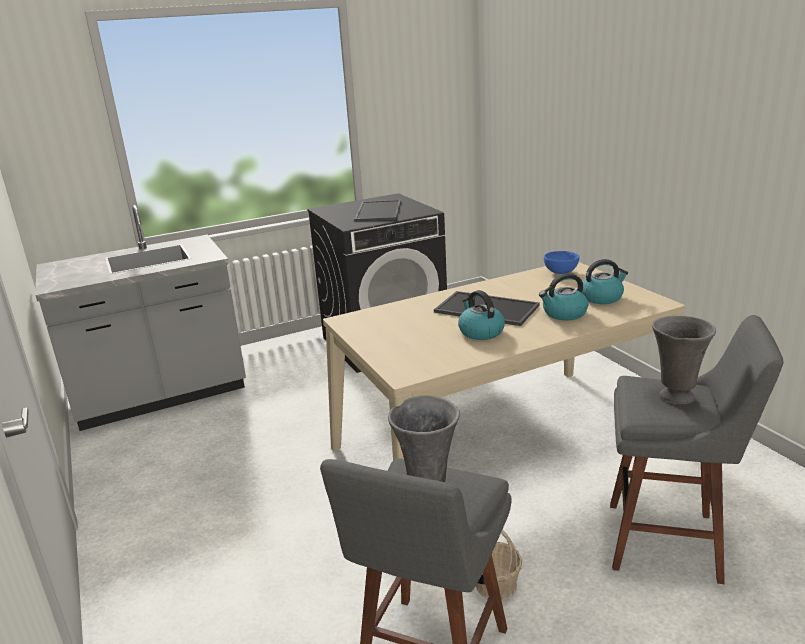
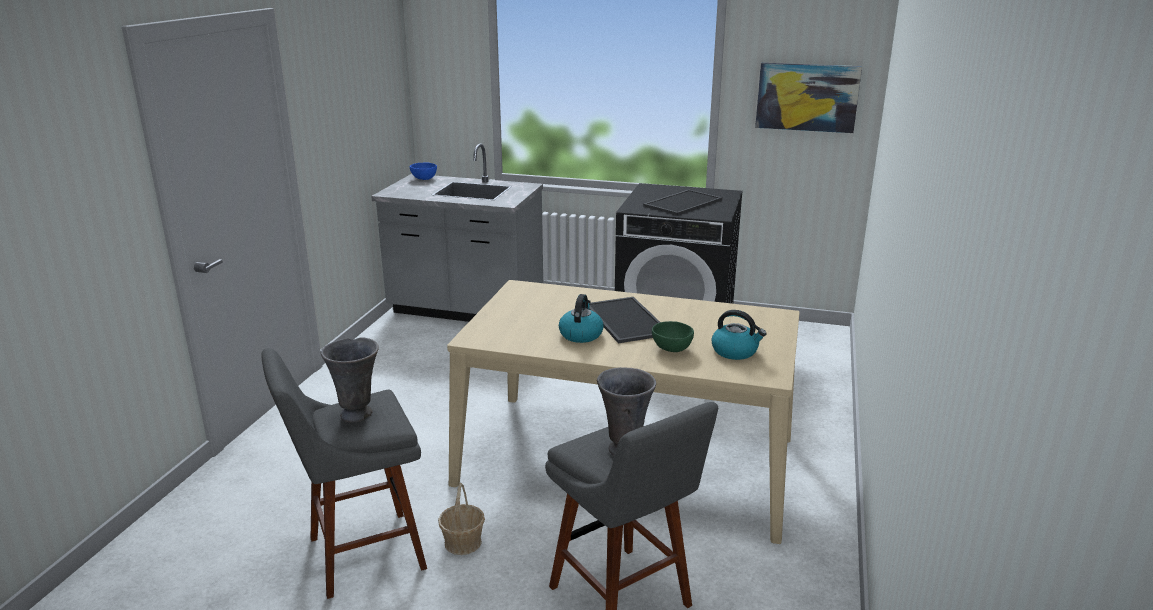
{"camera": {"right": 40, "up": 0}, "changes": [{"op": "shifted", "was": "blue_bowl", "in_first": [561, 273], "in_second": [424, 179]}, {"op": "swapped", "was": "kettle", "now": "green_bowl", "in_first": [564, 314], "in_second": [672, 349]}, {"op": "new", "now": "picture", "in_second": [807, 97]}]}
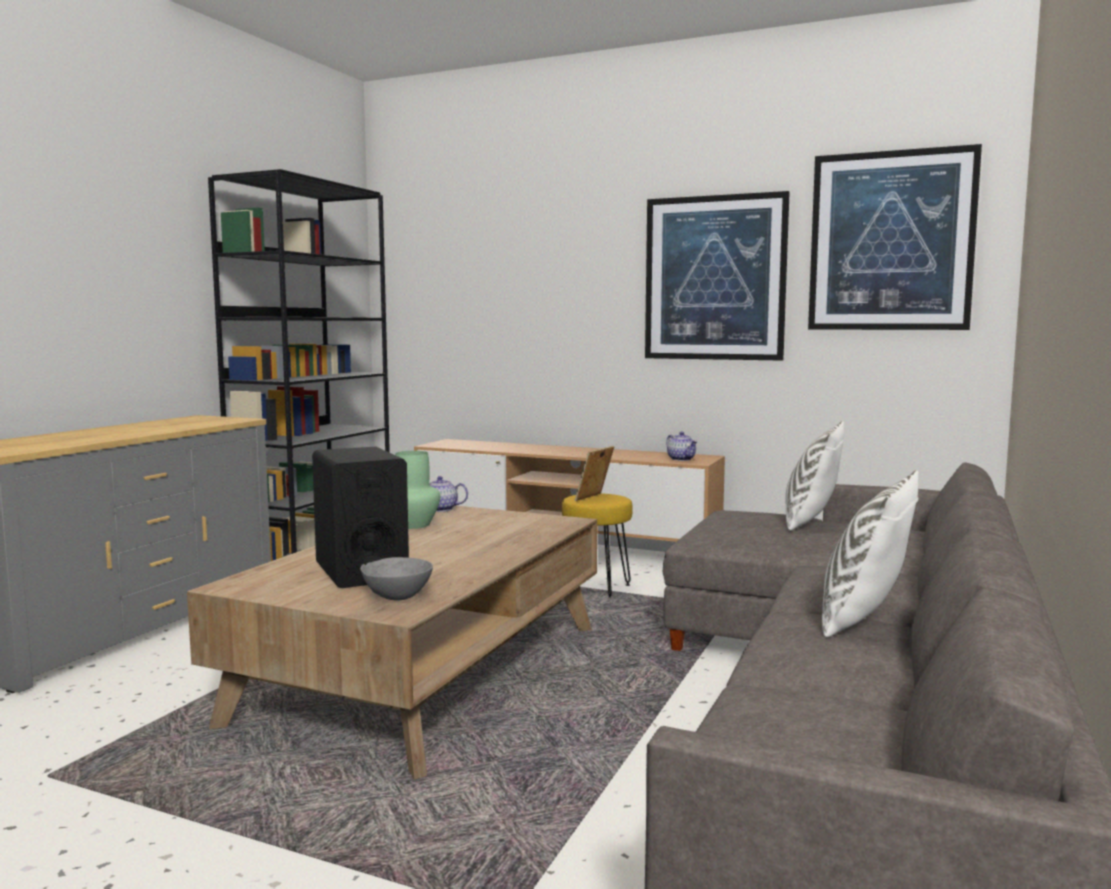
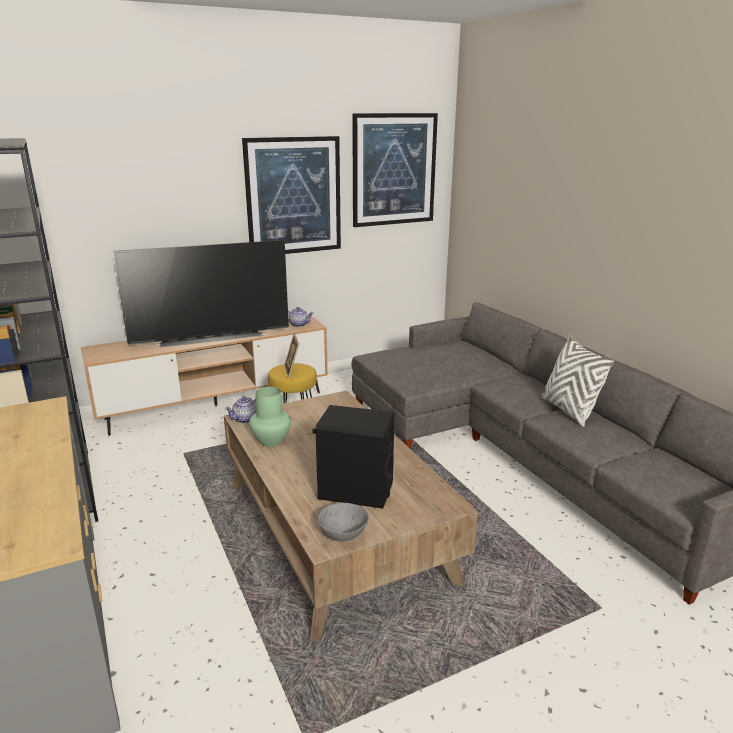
{"camera": {"right": -50, "up": 15}, "changes": [{"op": "new", "now": "television", "in_second": [211, 337]}, {"op": "shifted", "was": "grey_bowl", "in_first": [398, 597], "in_second": [343, 535]}, {"op": "gone", "was": "white_pillow", "in_first": [811, 522]}]}
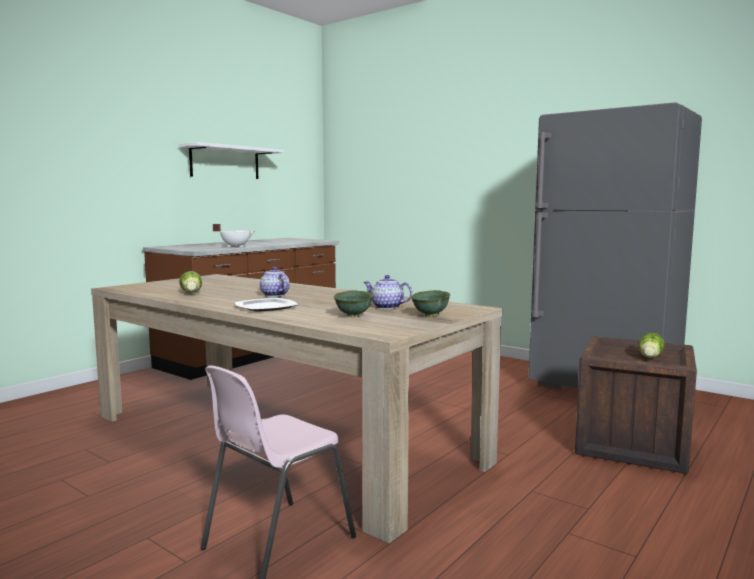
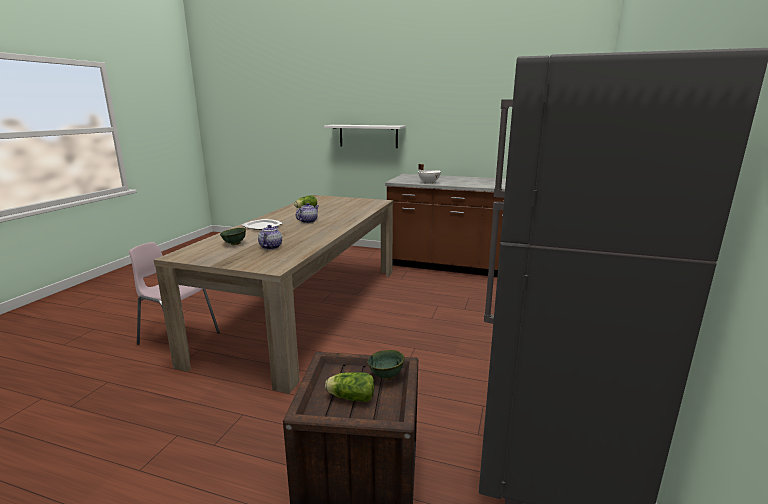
{"camera": {"right": 70, "up": 10}, "changes": [{"op": "shifted", "was": "white_shelf", "in_first": [225, 162], "in_second": [368, 136]}, {"op": "shifted", "was": "green_bowl", "in_first": [431, 315], "in_second": [386, 377]}]}
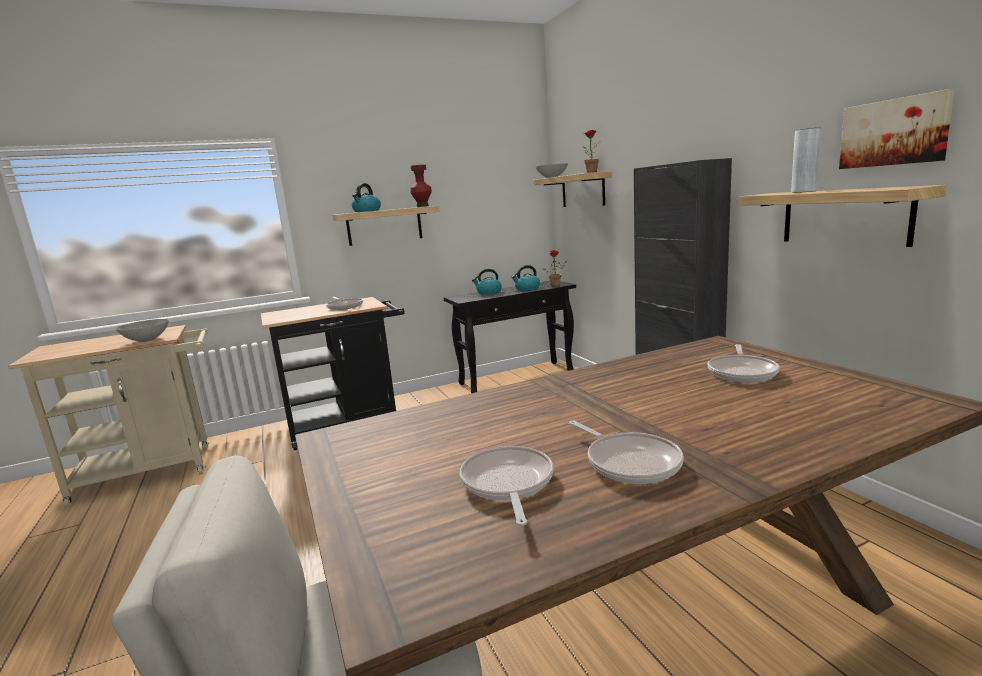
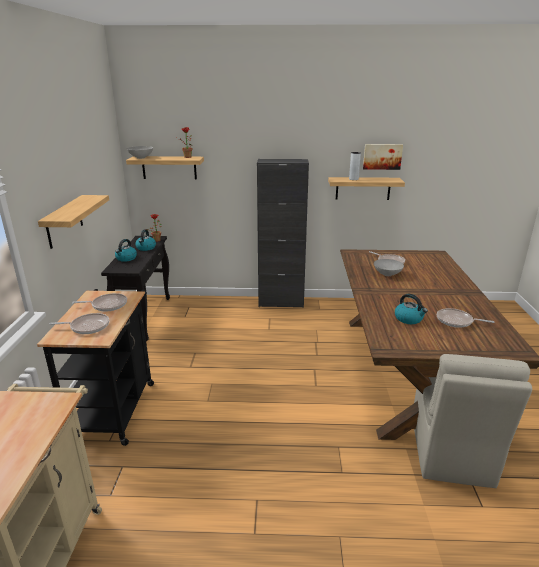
{"camera": {"right": -65, "up": 10}, "changes": [{"op": "shifted", "was": "frying_pan", "in_first": [629, 462], "in_second": [87, 326]}, {"op": "shifted", "was": "grey_bowl", "in_first": [147, 340], "in_second": [386, 274]}, {"op": "shifted", "was": "kettle", "in_first": [366, 211], "in_second": [409, 319]}, {"op": "gone", "was": "red_vase", "in_first": [422, 206]}]}
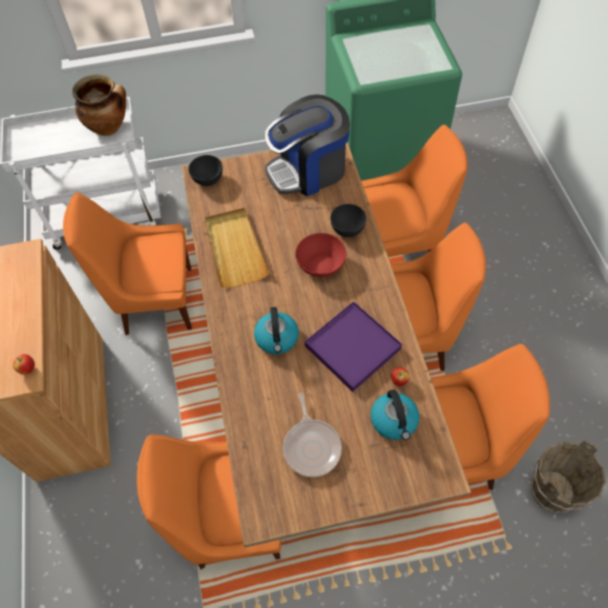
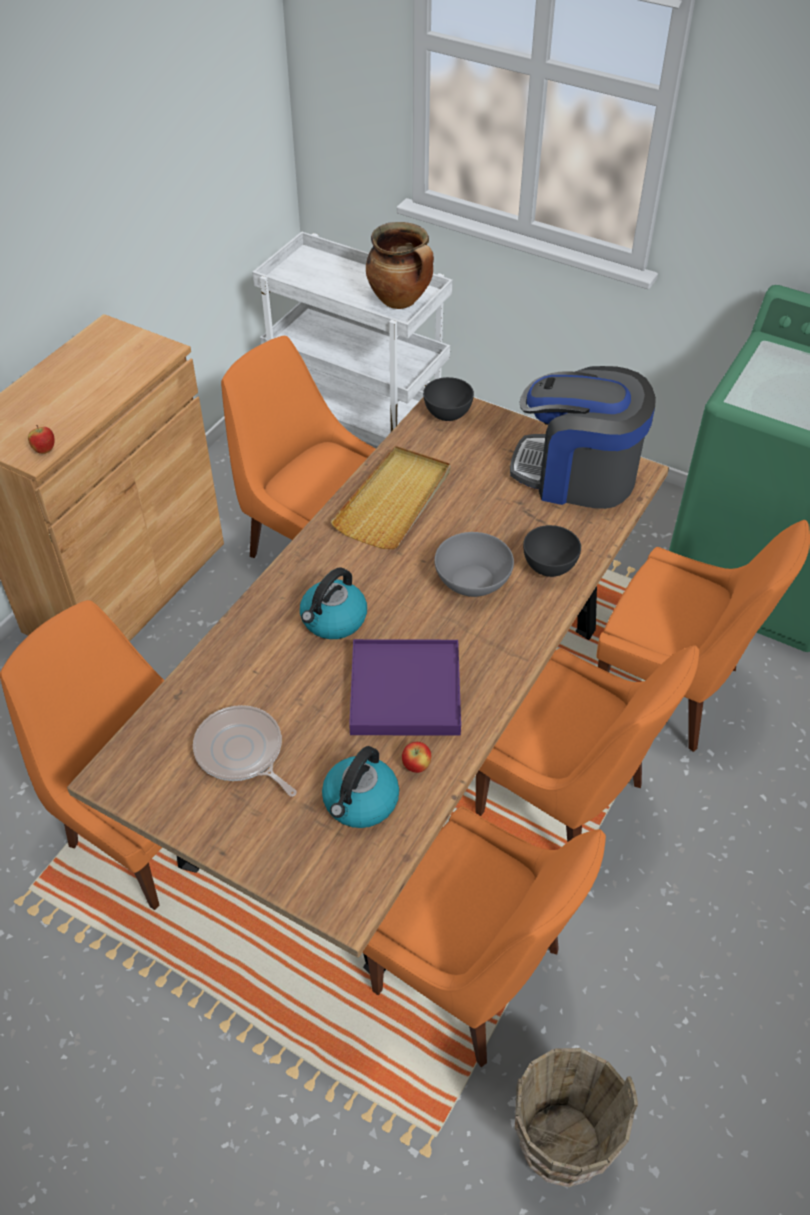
{"camera": {"right": 40, "up": -10}, "changes": [{"op": "rotated", "was": "frying_pan", "in_first": [312, 446], "in_second": [242, 752], "clockwise": 105}, {"op": "repainted", "was": "red_bowl", "now": "grey_bowl", "in_first": [320, 264], "in_second": [472, 581]}]}
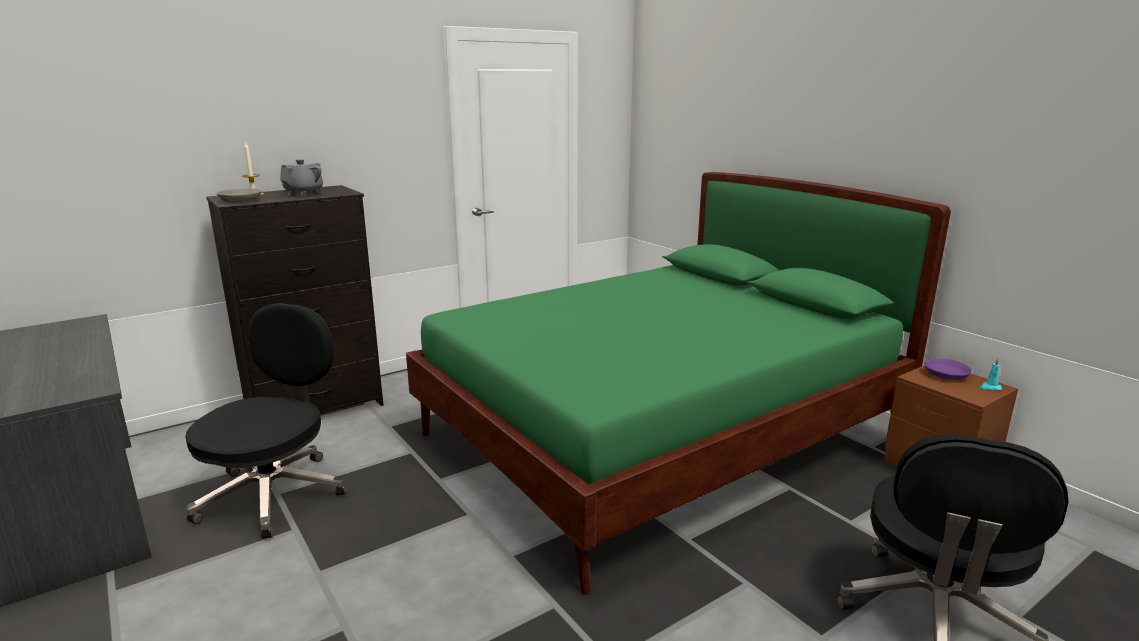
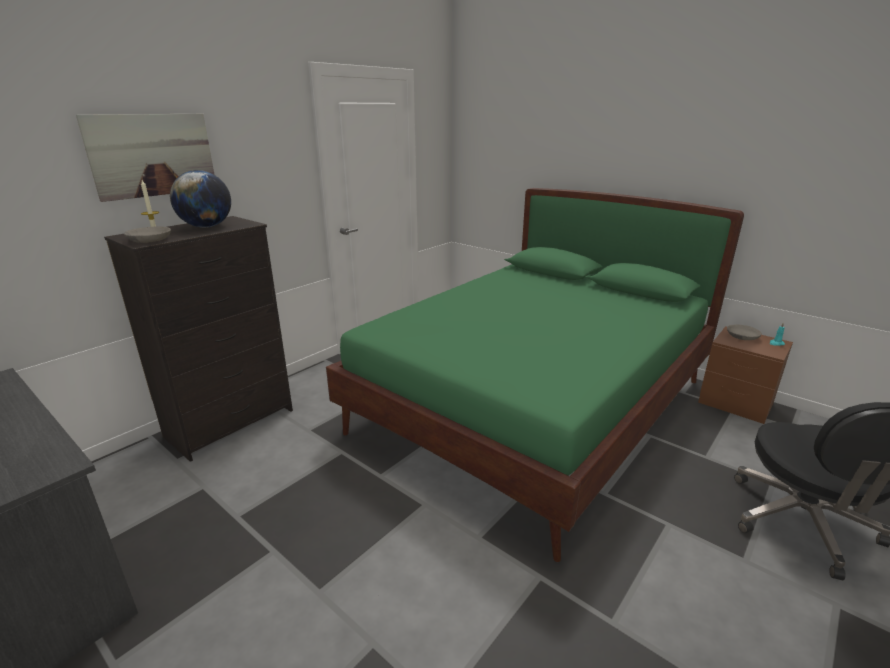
{"camera": {"right": -15, "up": 5}, "changes": [{"op": "new", "now": "picture", "in_second": [153, 155]}, {"op": "swapped", "was": "grey_teapot", "now": "globe", "in_first": [304, 193], "in_second": [206, 227]}, {"op": "repainted", "was": "purple_bowl", "now": "grey_bowl", "in_first": [945, 375], "in_second": [741, 336]}, {"op": "gone", "was": "black_office_chair", "in_first": [275, 493]}]}
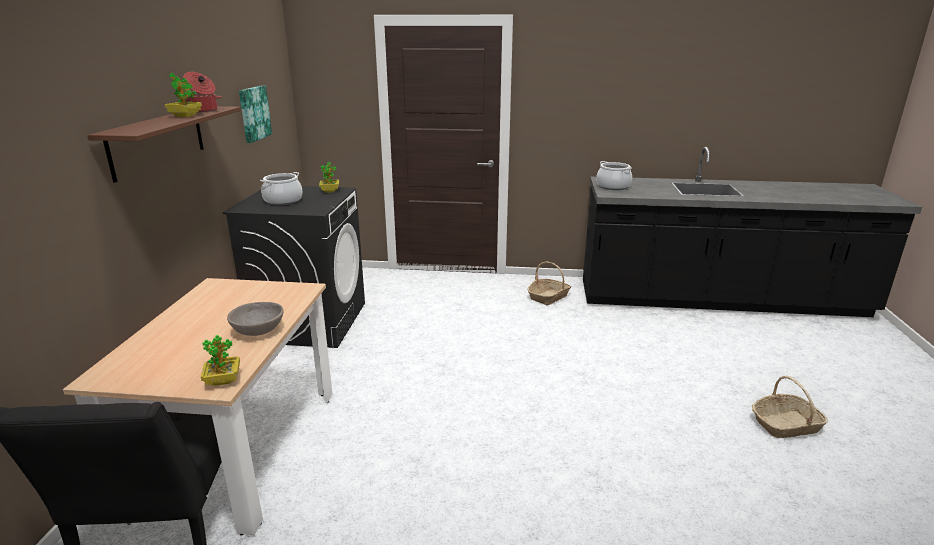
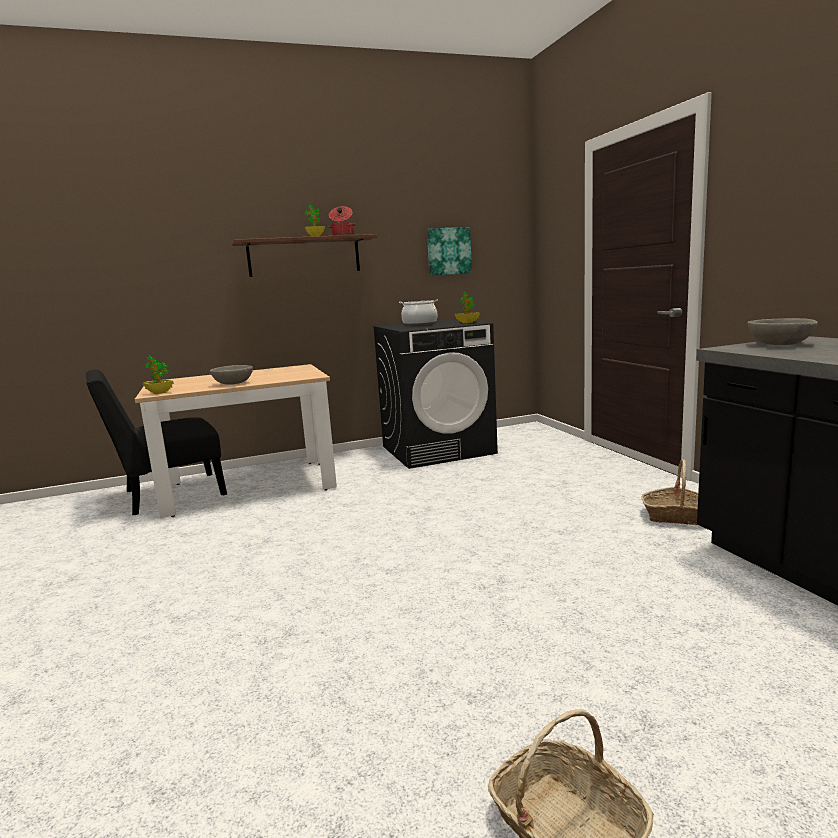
{"camera": {"right": 65, "up": -10}, "changes": [{"op": "swapped", "was": "cooking_pot", "now": "grey_bowl", "in_first": [613, 186], "in_second": [780, 344]}]}
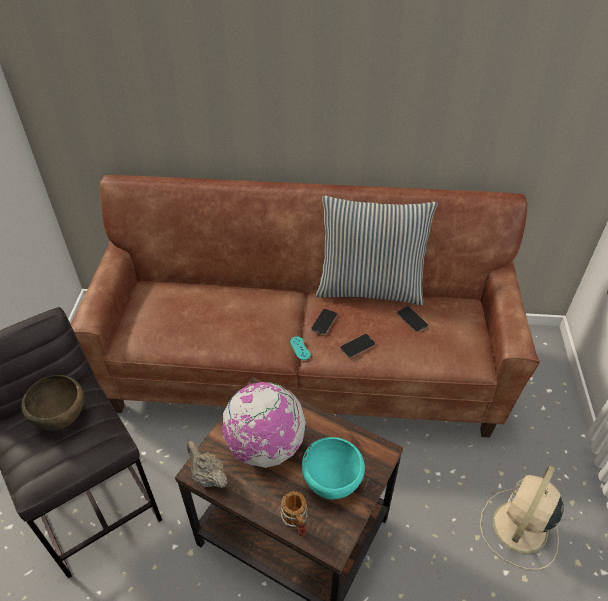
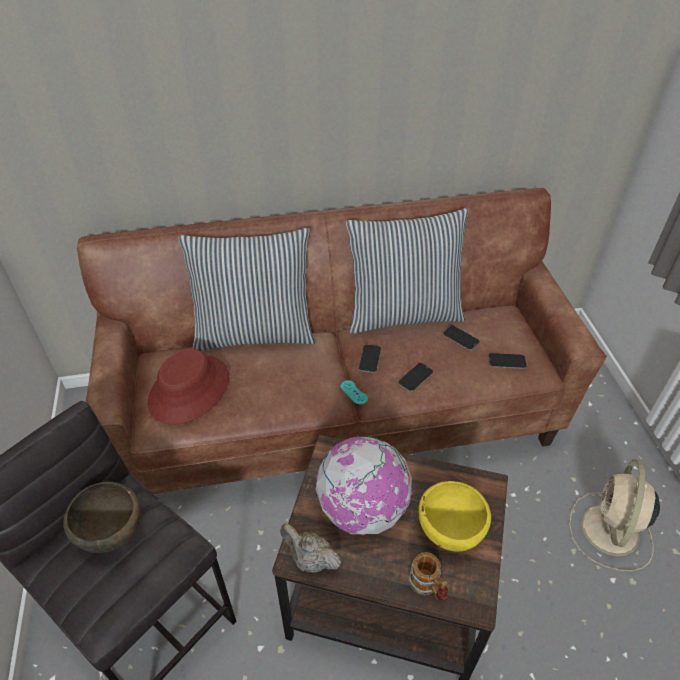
{"camera": {"right": -15, "up": 0}, "changes": [{"op": "new", "now": "red_hat", "in_second": [189, 390]}, {"op": "new", "now": "pillow", "in_second": [254, 333]}, {"op": "repainted", "was": "turquoise_bowl", "now": "yellow_bowl", "in_first": [331, 483], "in_second": [448, 532]}, {"op": "new", "now": "phone", "in_second": [507, 361]}]}
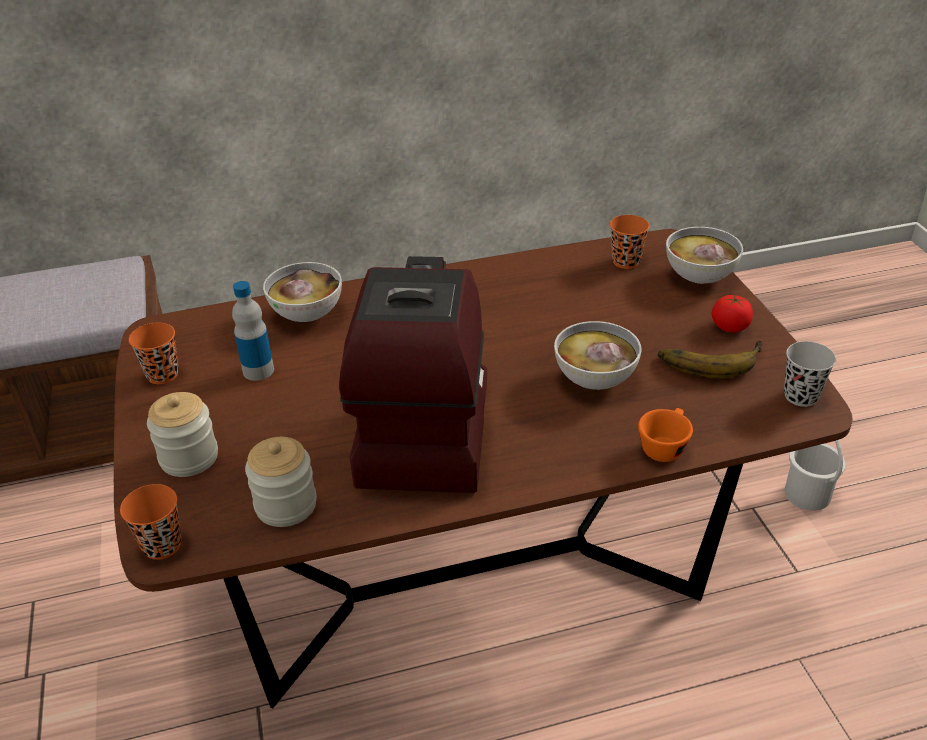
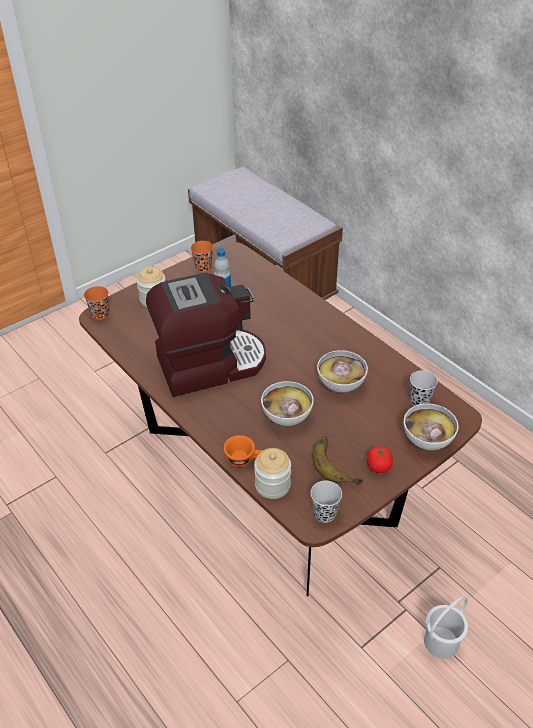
{"camera": {"right": 65, "up": 5}, "changes": [{"op": "shifted", "was": "jar", "in_first": [286, 505], "in_second": [272, 485]}, {"op": "shifted", "was": "bowl", "in_first": [308, 314], "in_second": [341, 385]}, {"op": "repainted", "was": "orange_cup", "now": "black_cup", "in_first": [626, 261], "in_second": [420, 401]}]}
